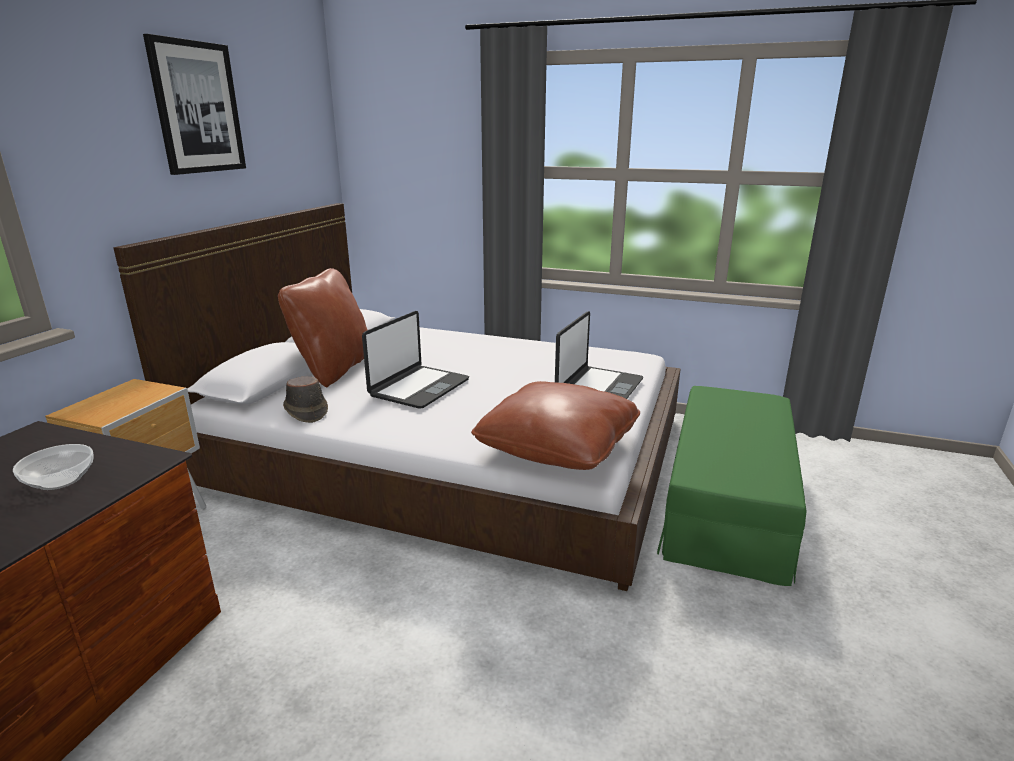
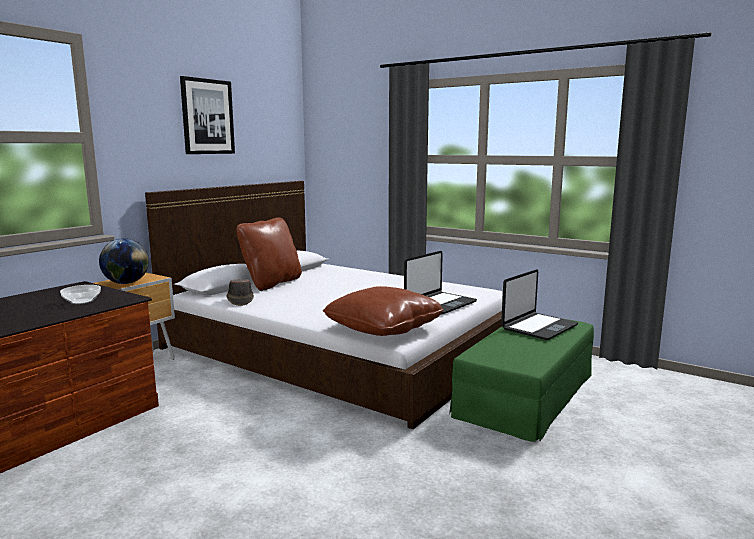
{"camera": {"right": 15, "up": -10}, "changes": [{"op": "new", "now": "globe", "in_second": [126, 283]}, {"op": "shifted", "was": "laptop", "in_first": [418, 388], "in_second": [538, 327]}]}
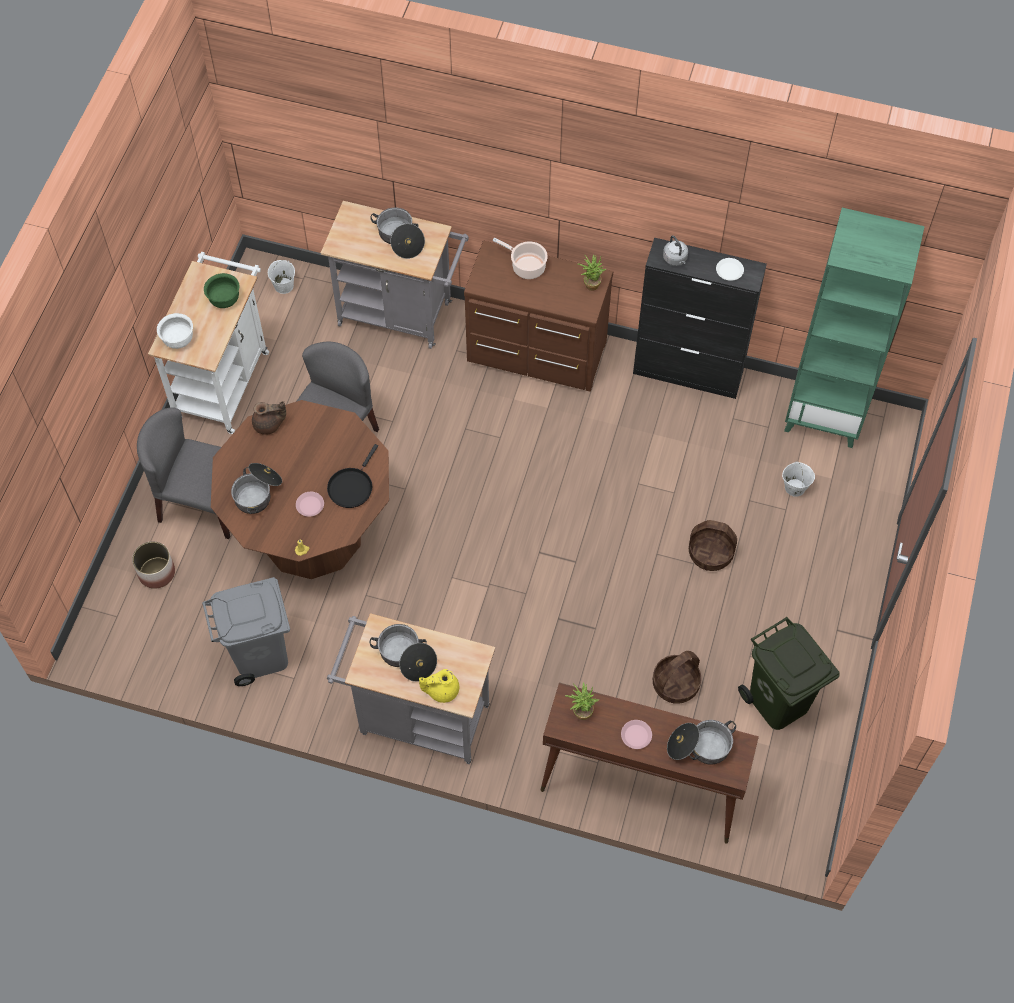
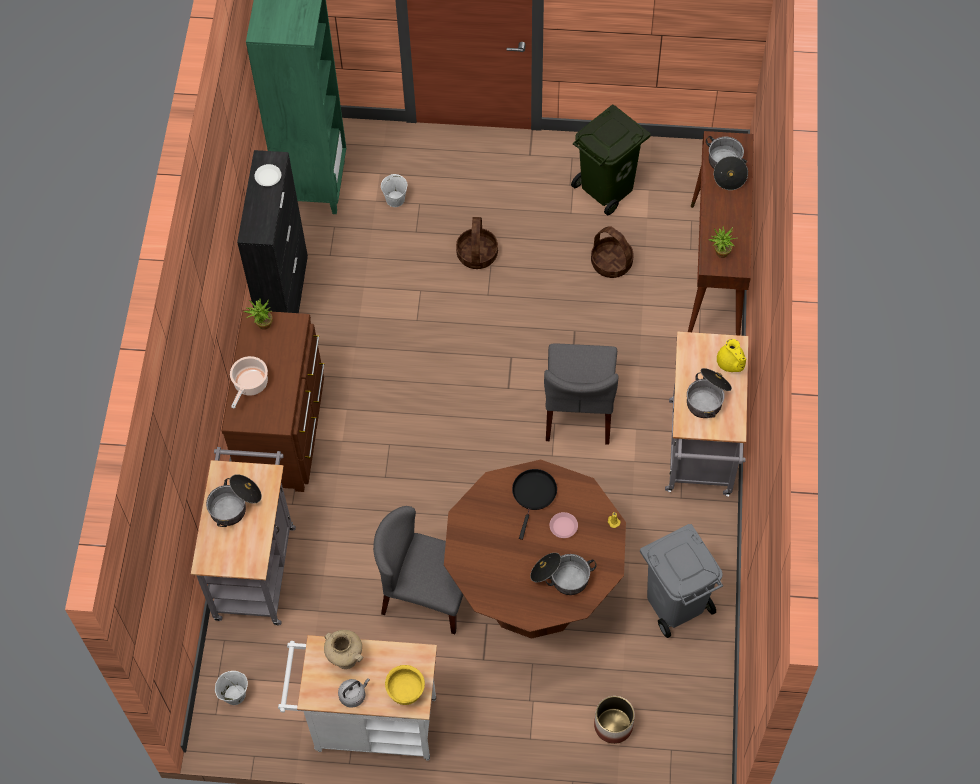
{"camera": {"right": -100, "up": 0}, "changes": [{"op": "swapped", "was": "green_bowl", "now": "beige_vase", "in_first": [224, 300], "in_second": [345, 659]}, {"op": "shifted", "was": "grey_kettle", "in_first": [675, 259], "in_second": [353, 695]}, {"op": "repainted", "was": "white_bowl", "now": "yellow_bowl", "in_first": [178, 340], "in_second": [406, 692]}, {"op": "rotated", "was": "black_frying_pan", "in_first": [351, 486], "in_second": [534, 494], "clockwise": -90}, {"op": "shifted", "was": "grey_chair", "in_first": [203, 503], "in_second": [579, 411]}, {"op": "gone", "was": "brown_teapot", "in_first": [269, 425]}, {"op": "gone", "was": "pink_plate", "in_first": [636, 735]}]}
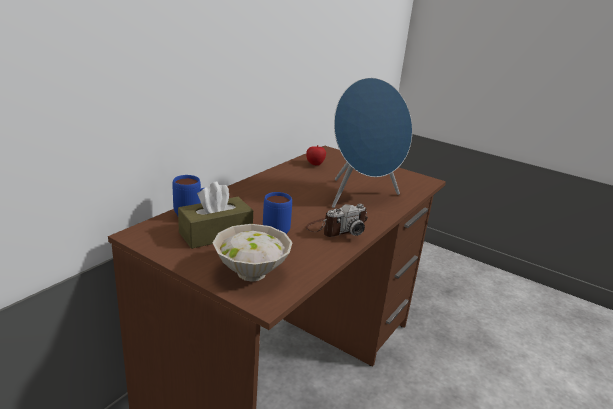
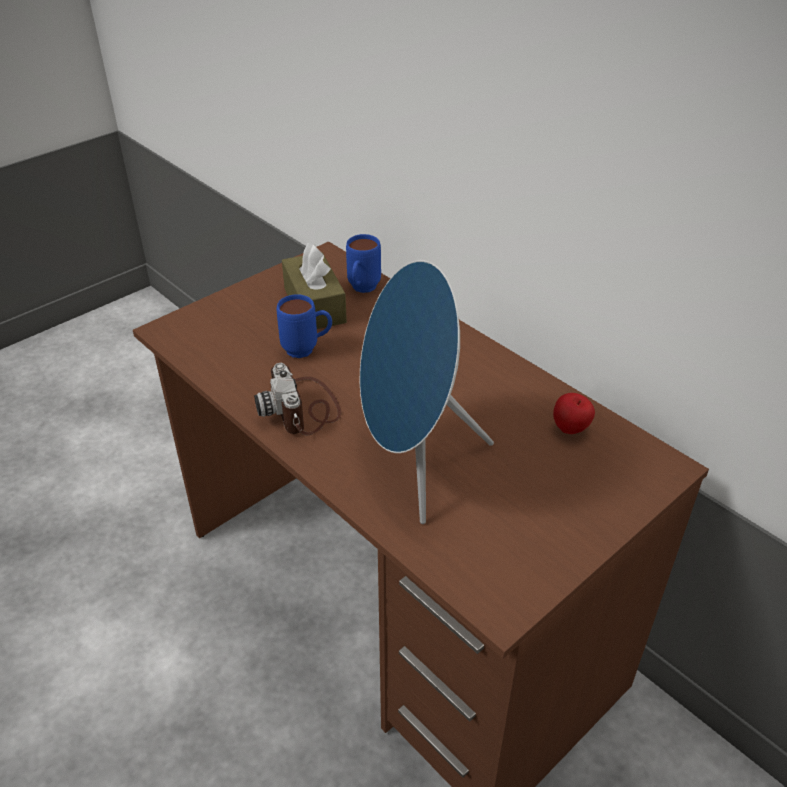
{"camera": {"right": 105, "up": 15}, "changes": [{"op": "gone", "was": "white_bowl", "in_first": [253, 273]}]}
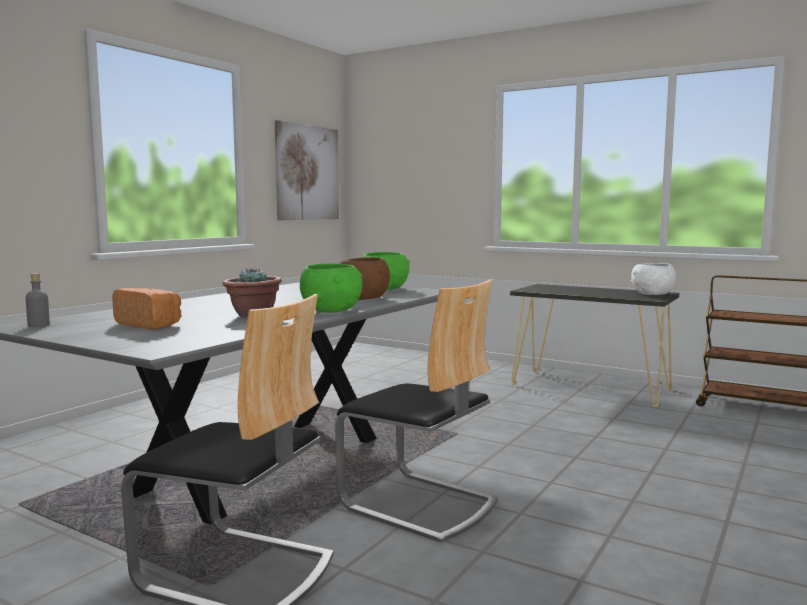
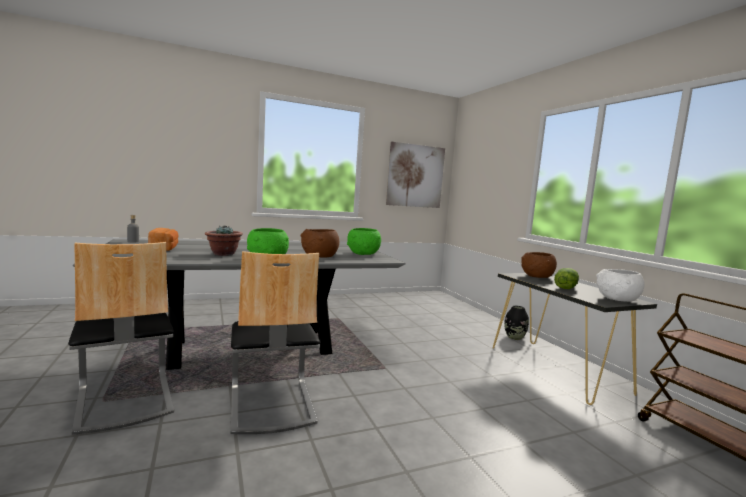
{"camera": {"right": 35, "up": 0}, "changes": [{"op": "new", "now": "black_vase", "in_second": [514, 337]}, {"op": "new", "now": "brown_bowl", "in_second": [537, 277]}, {"op": "new", "now": "lettuce", "in_second": [565, 288]}]}
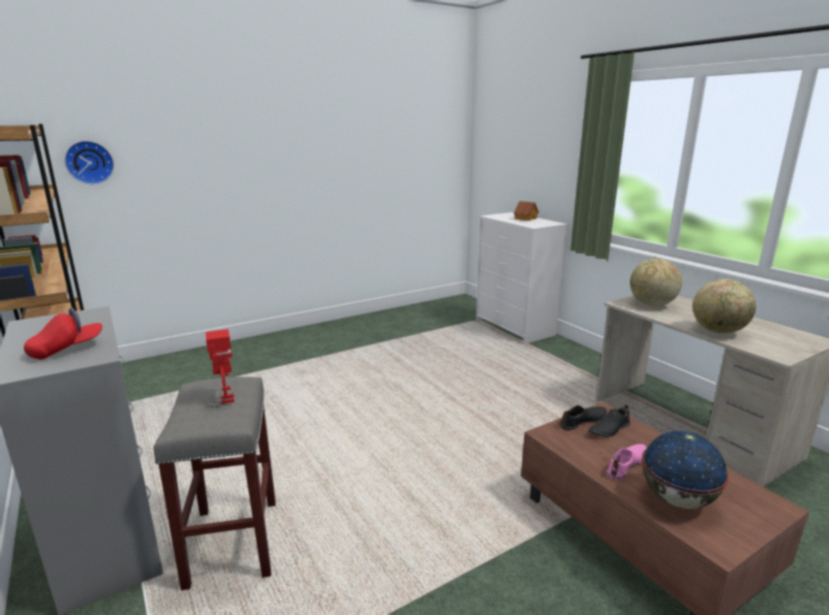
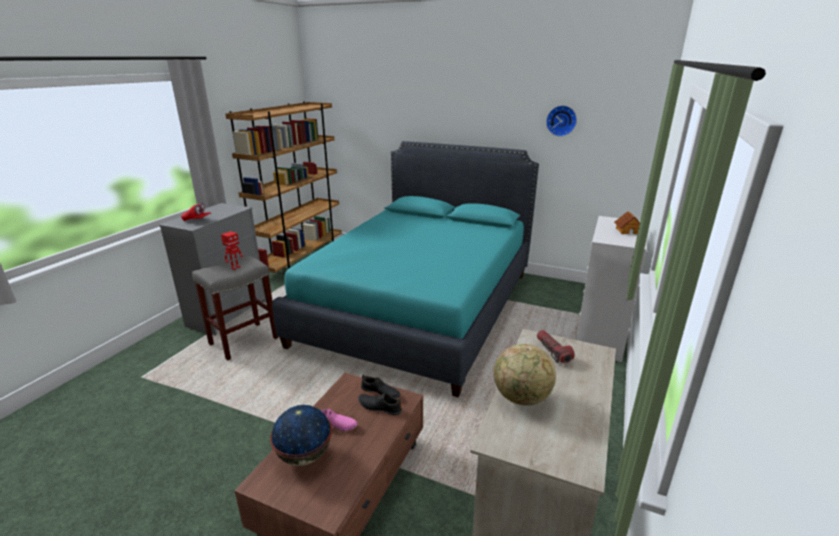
{"camera": {"right": 55, "up": 5}, "changes": [{"op": "new", "now": "turquoise_bed", "in_second": [420, 307]}, {"op": "swapped", "was": "globe", "now": "flashlight", "in_first": [651, 304], "in_second": [553, 351]}, {"op": "shifted", "was": "wall_clock", "in_first": [89, 162], "in_second": [561, 120]}]}
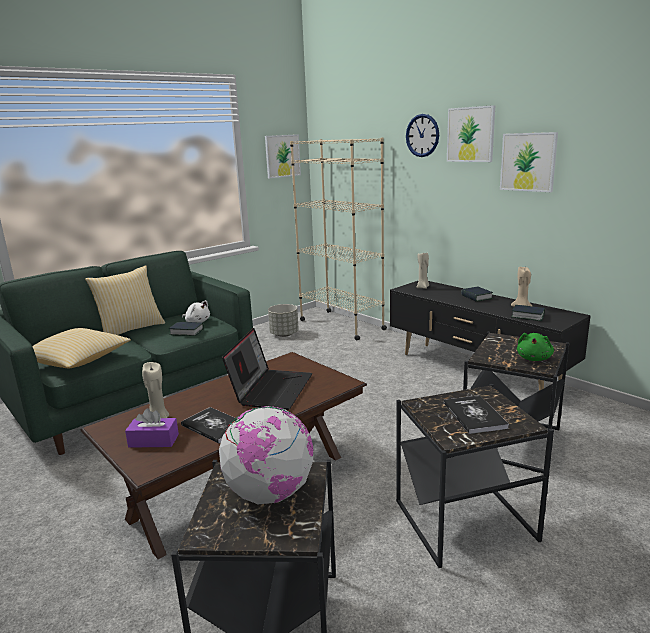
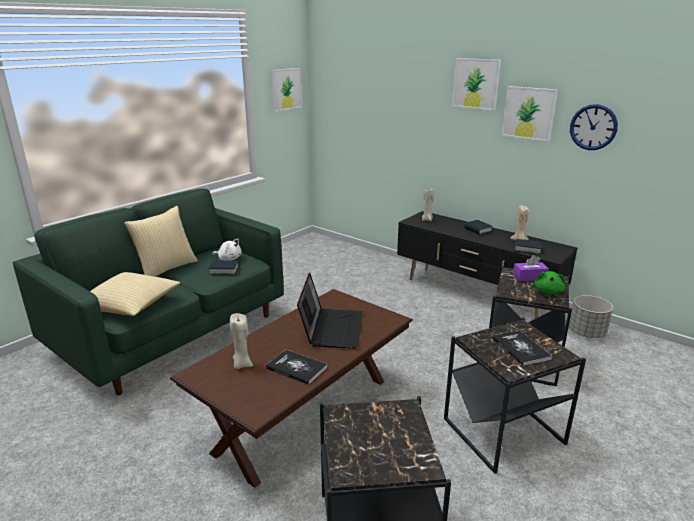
{"camera": {"right": -10, "up": 5}, "changes": [{"op": "shifted", "was": "purple_tissue_box", "in_first": [153, 441], "in_second": [529, 277]}, {"op": "shifted", "was": "grey_planter", "in_first": [284, 334], "in_second": [586, 333]}, {"op": "shifted", "was": "wall_clock", "in_first": [422, 135], "in_second": [593, 127]}, {"op": "gone", "was": "globe", "in_first": [270, 493]}, {"op": "gone", "was": "beige_bookcase", "in_first": [341, 325]}]}
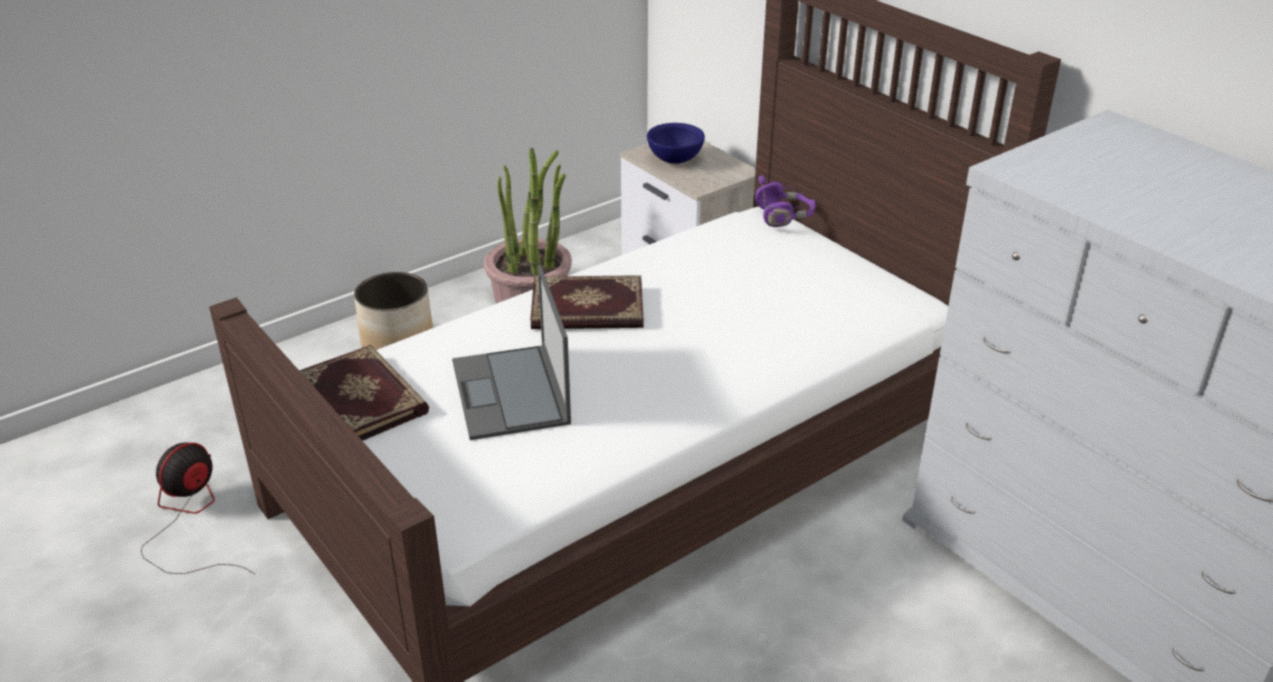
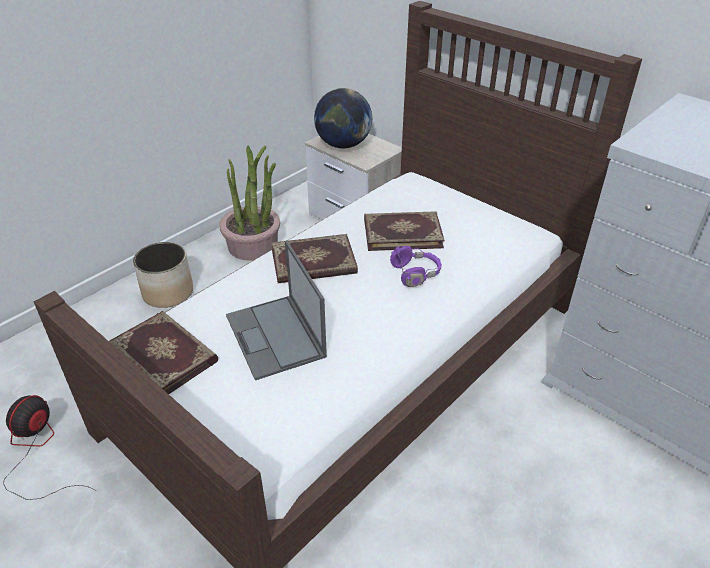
{"camera": {"right": -10, "up": 5}, "changes": [{"op": "swapped", "was": "blue_bowl", "now": "globe", "in_first": [674, 160], "in_second": [343, 145]}, {"op": "new", "now": "book", "in_second": [402, 233]}, {"op": "shifted", "was": "purple_headphones", "in_first": [784, 216], "in_second": [415, 274]}]}
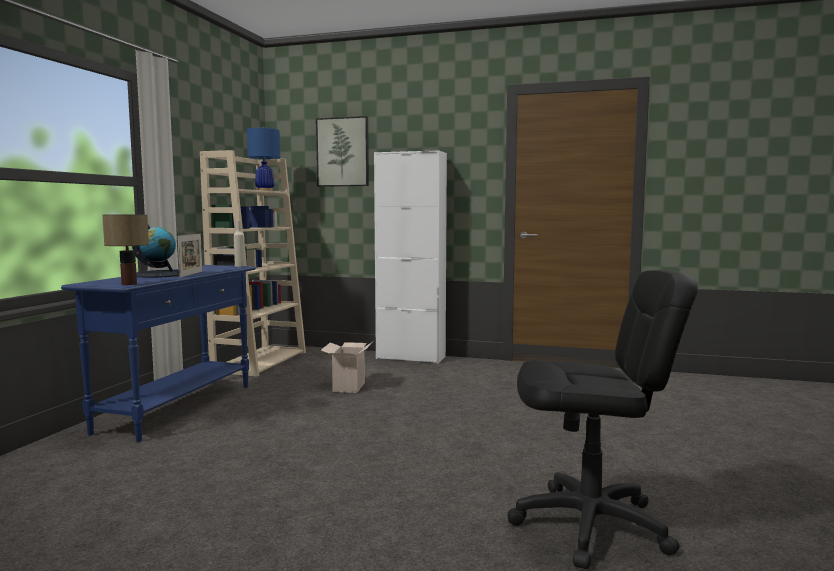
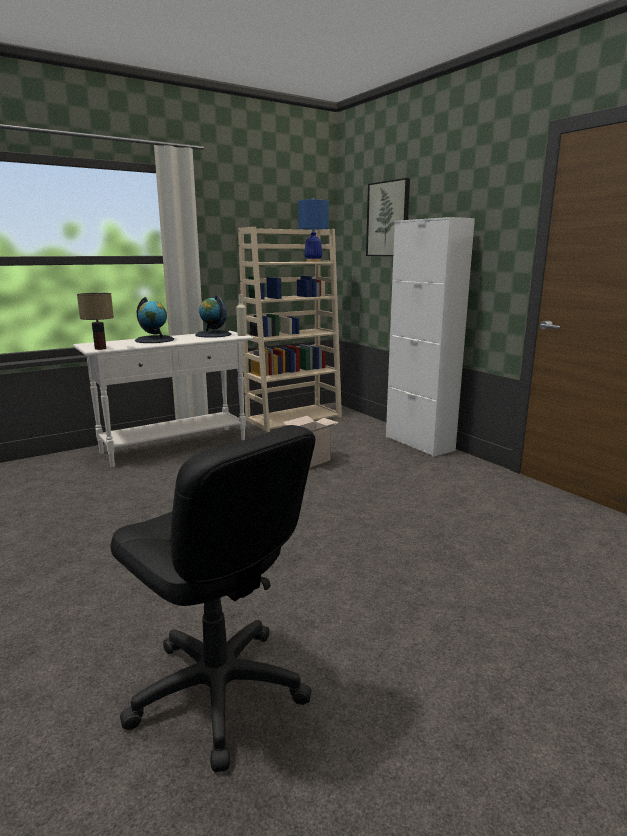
{"camera": {"right": 40, "up": 10}, "changes": [{"op": "repainted", "was": "blue_console_table", "now": "white_console_table", "in_first": [178, 408], "in_second": [175, 446]}, {"op": "new", "now": "globe", "in_second": [213, 334]}, {"op": "gone", "was": "picture_frame", "in_first": [191, 274]}]}
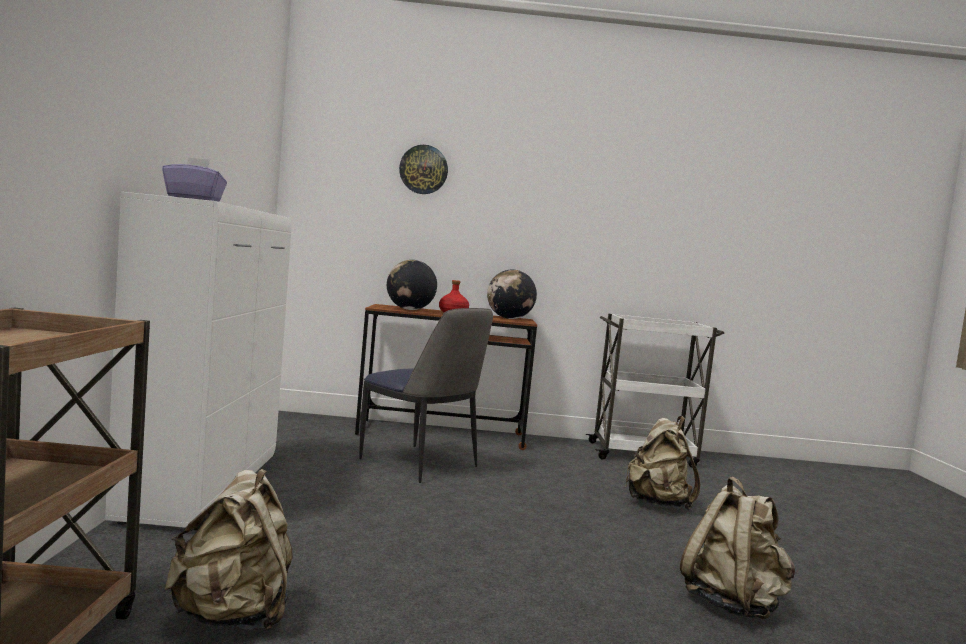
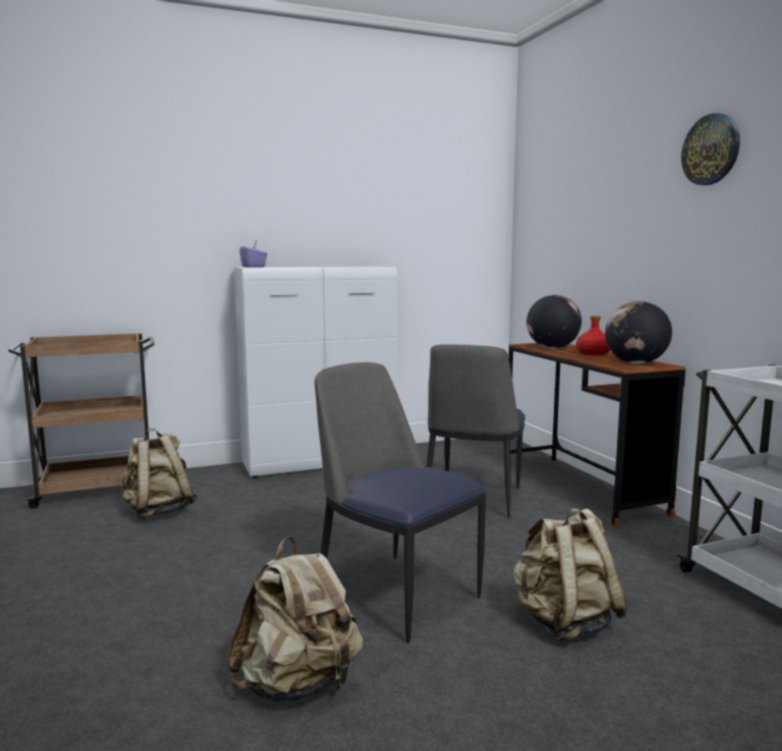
{"camera": {"right": 70, "up": 5}, "changes": [{"op": "new", "now": "chair", "in_second": [395, 594]}, {"op": "shifted", "was": "wall_clock", "in_first": [423, 169], "in_second": [711, 150]}]}
